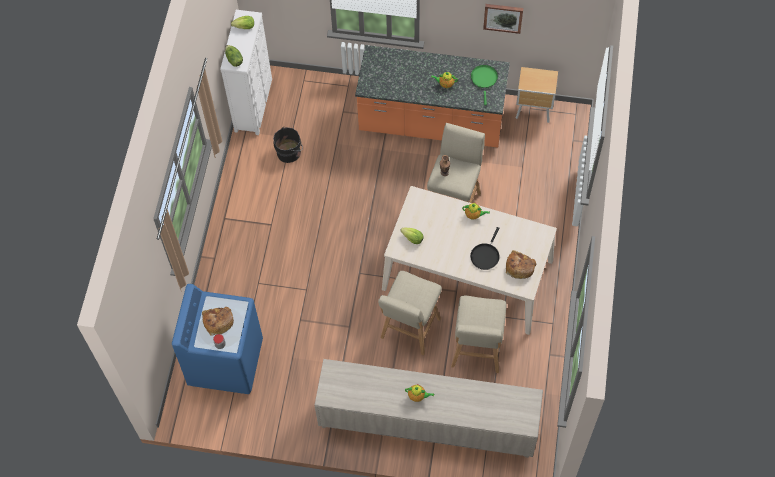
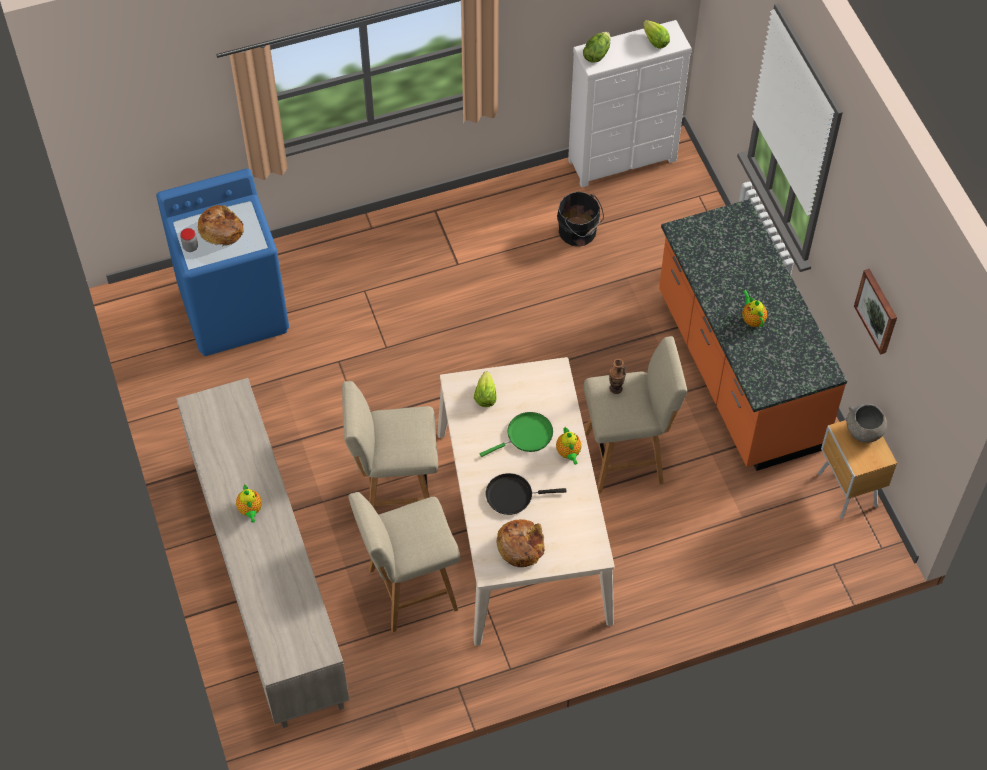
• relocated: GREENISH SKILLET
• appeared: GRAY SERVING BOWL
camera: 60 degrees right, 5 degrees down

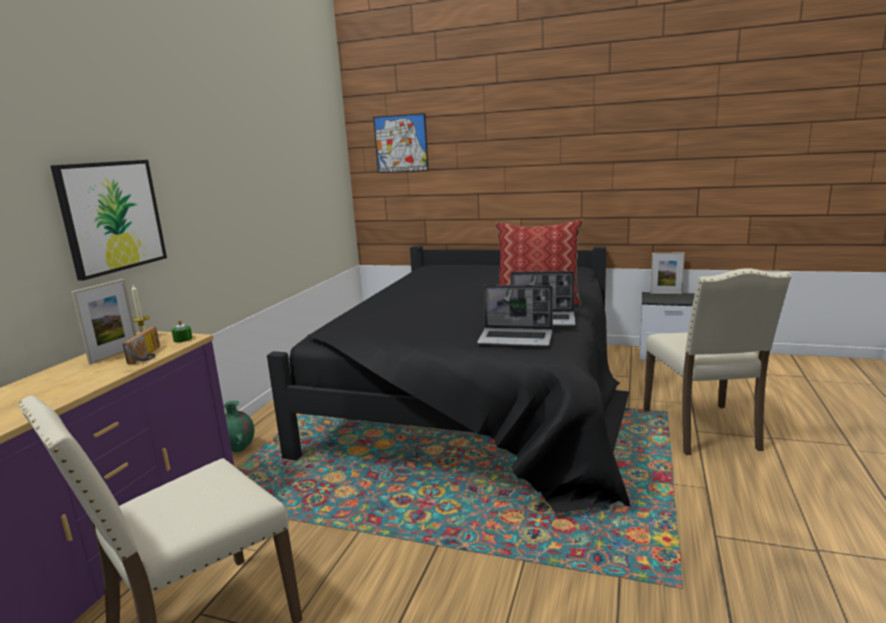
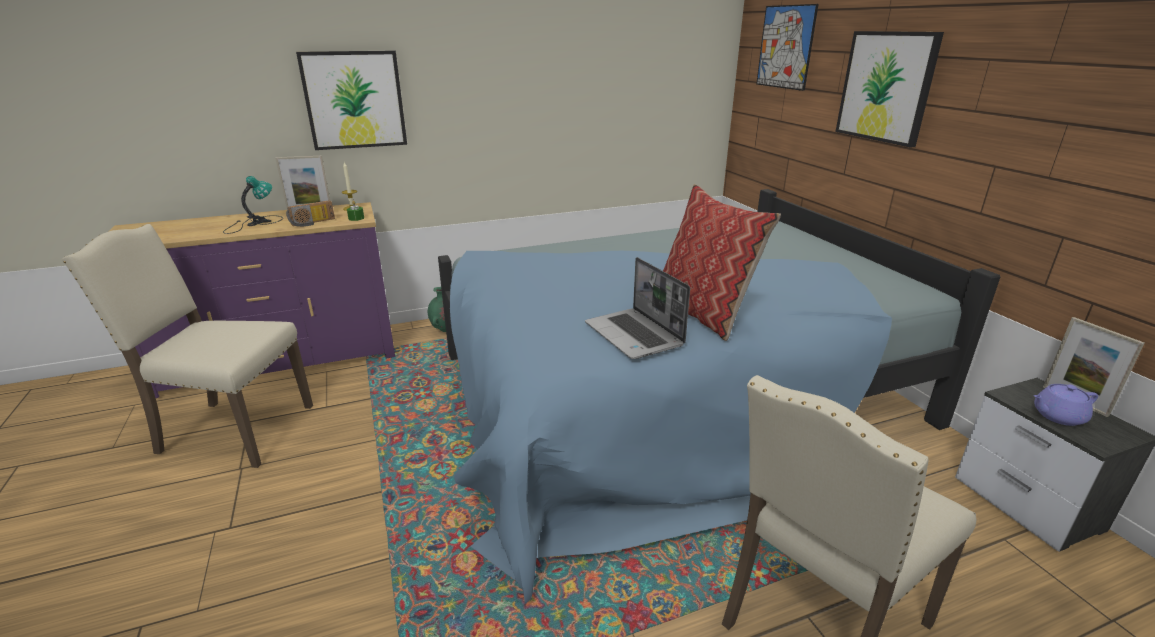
• appeared: TABLE LAMP
• colour: BLACK BED to BLUE-COLOURED BED
• appeared: WALL ART (no. 3 from left)
• appeared: PURPLISH POT FOR TEA
• missing: NOTEBOOK COMPUTER (no. 1 from left)
camera: 50 degrees right, 10 degrees up

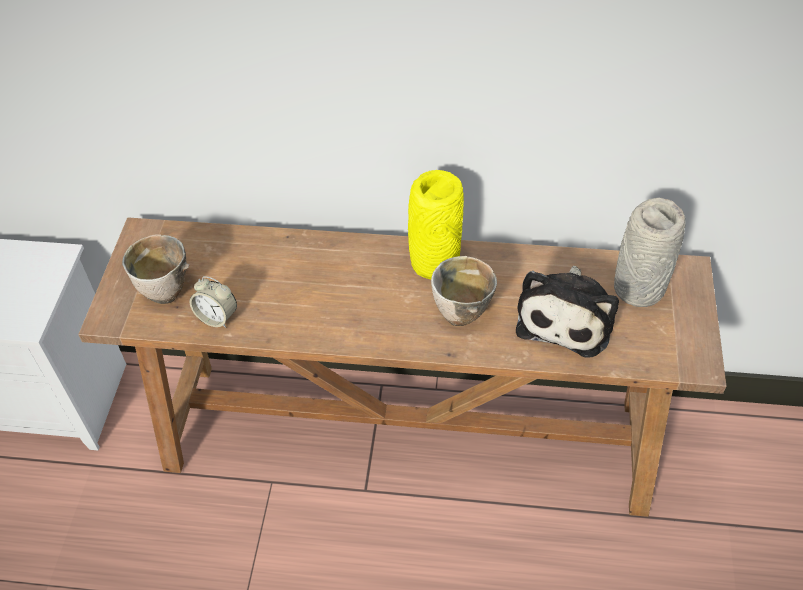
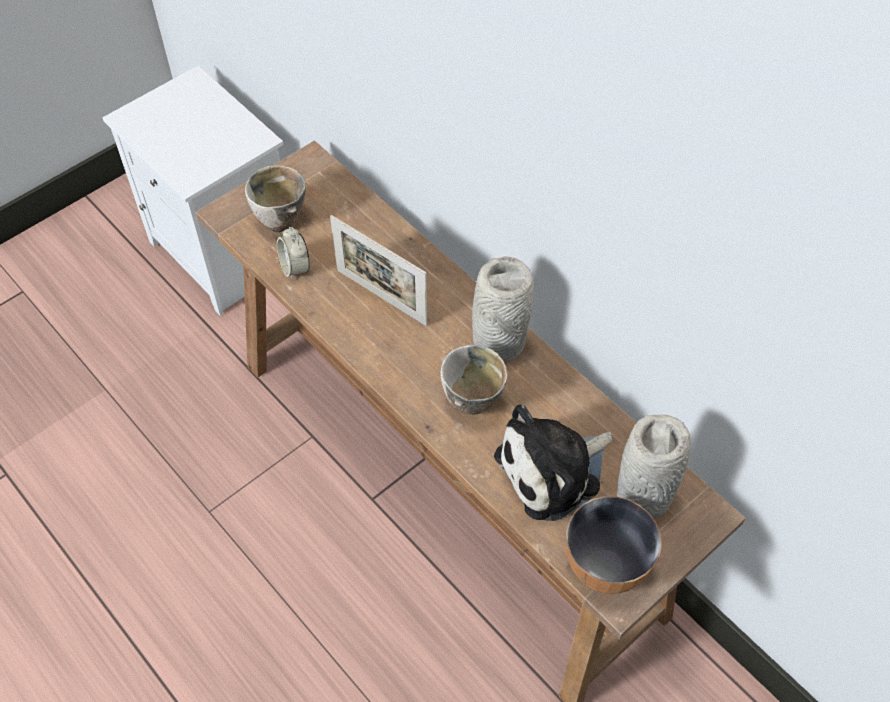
• appeared: PHOTO FRAME
• colour: YELLOW FLOWER VASE to GRAY FLOWER VASE (no. 1 from left)
• appeared: SERVING BOWL (no. 3 from left)
camera: 40 degrees right, 5 degrees up

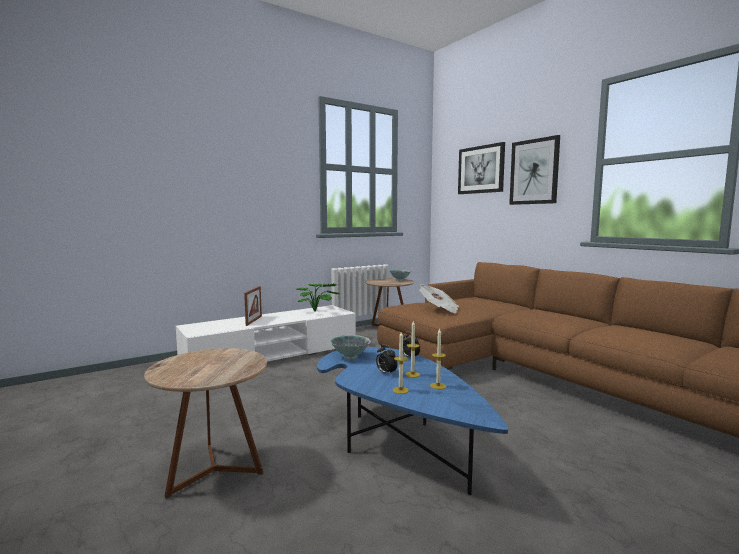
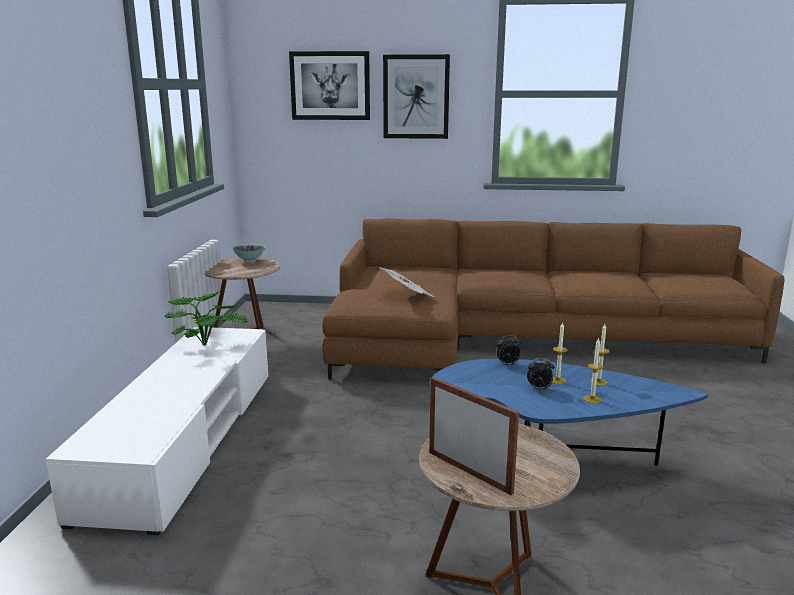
• relocated: PHOTO FRAME
• missing: SERVING BOWL (no. 1 from left)
camera: 50 degrees left, 10 degrees up

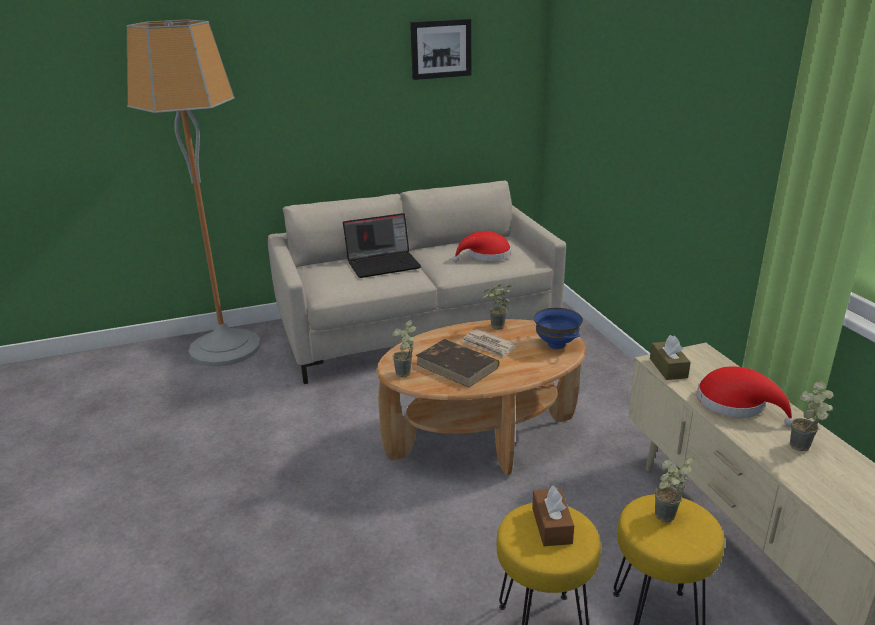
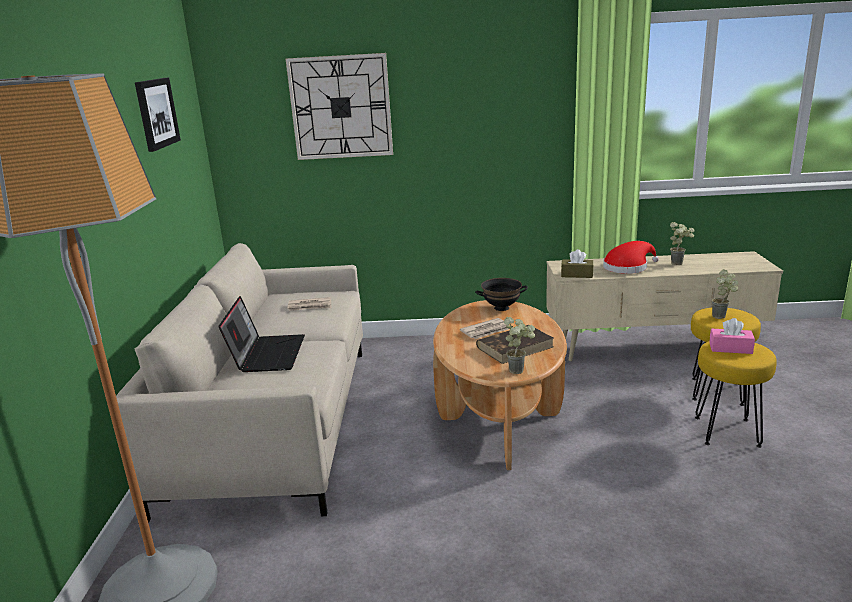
• appeared: CLOCK ON THE WALL
• exchanged: RED CLOTHING HAT (no. 1 from left) to NEWSPAPER (no. 1 from left)
• colour: BLUE-COLOURED SERVING BOWL to BLACK SERVING BOWL
• colour: BROWN-COLOURED TISSUE HOLDER (no. 1 from left) to PINK TISSUE HOLDER
• missing: HOUSEPLANT (no. 2 from left)
camera: 70 degrees left, 5 degrees down

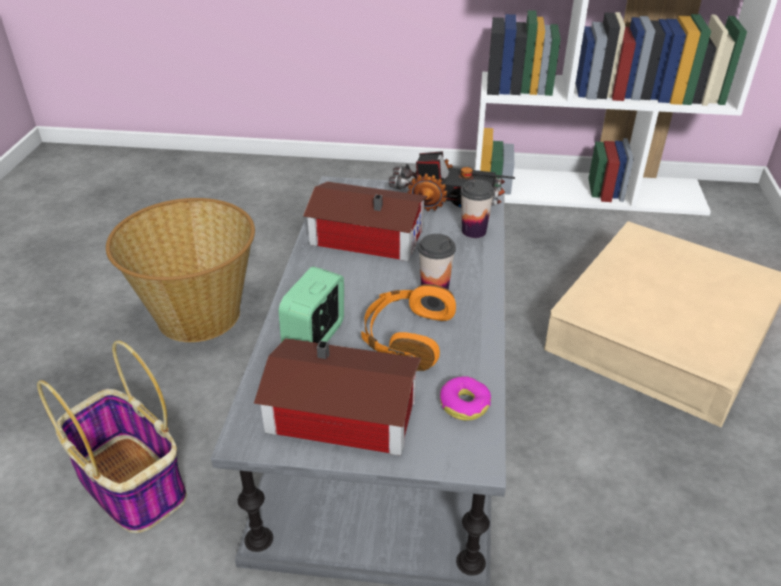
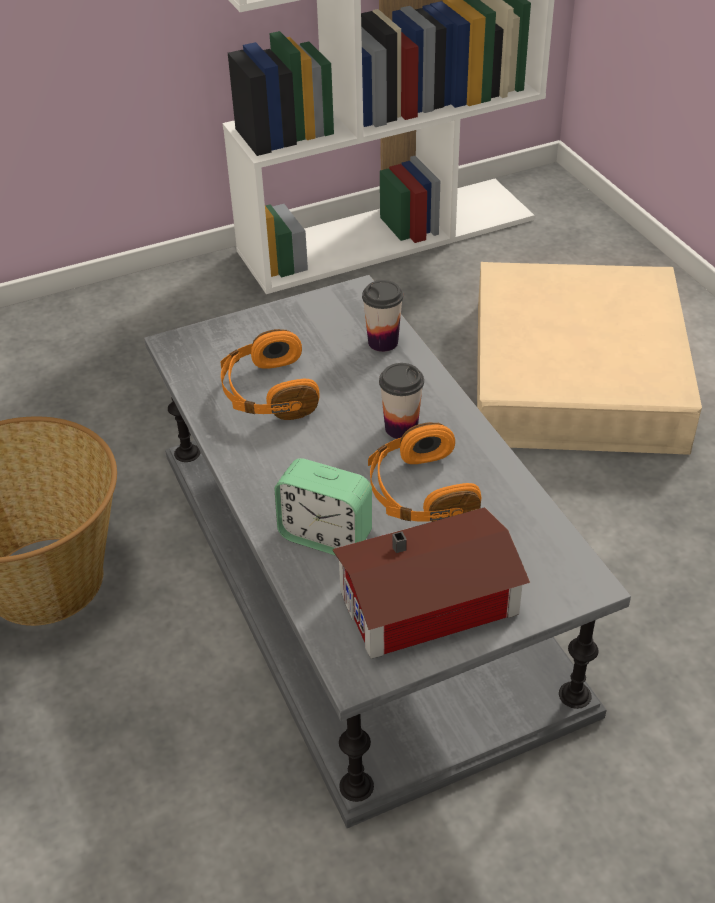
• exchanged: MINIATURE HOUSE (no. 2 from left) to ORANGEY PAIR OF HEADPHONES (no. 1 from left)
• spun: BEDSIDE CLOCK 60 degrees counterclockwise
• missing: BASKET (no. 1 from left)
• missing: MODEL TRUCK
• missing: RING DOUGHNUT
camera: 30 degrees left, 5 degrees up

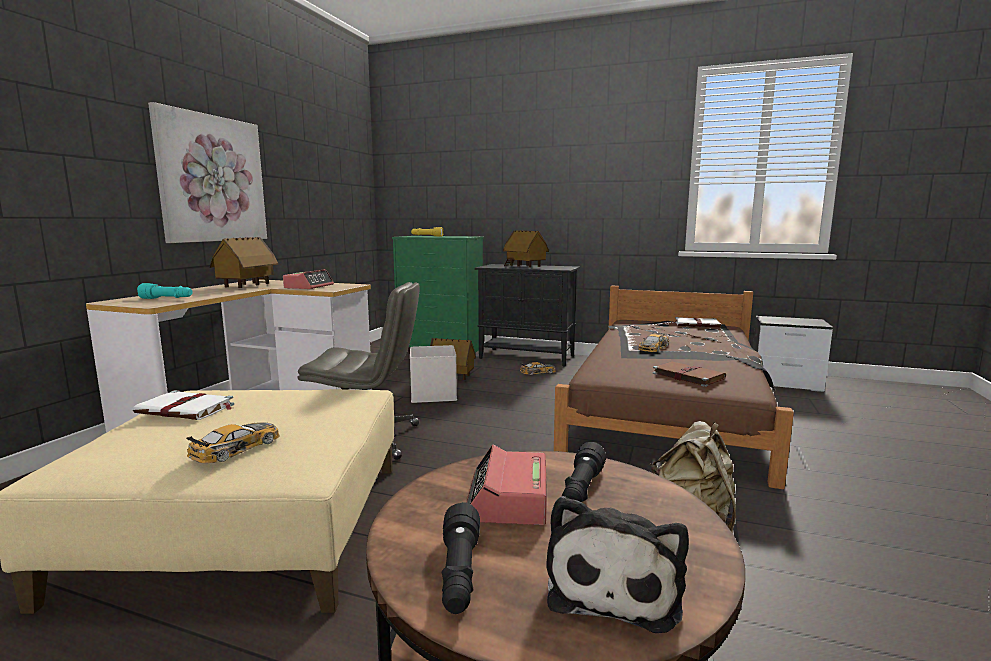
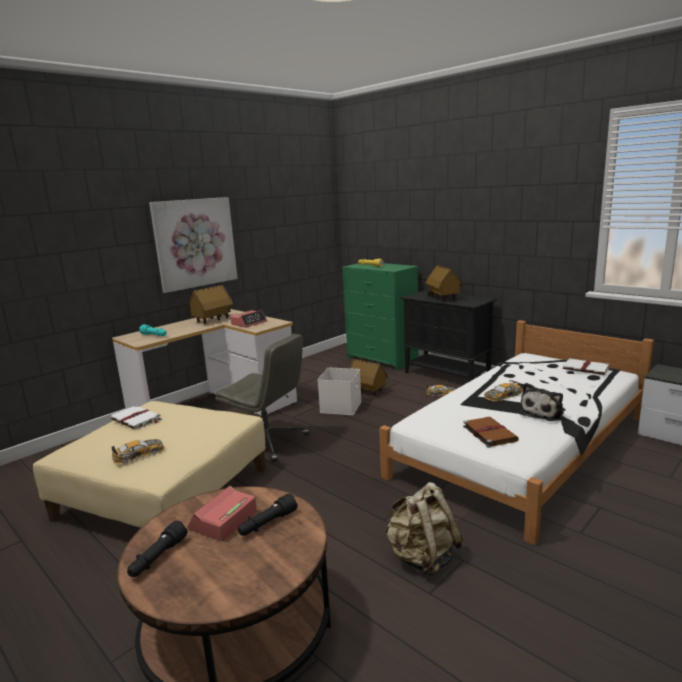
• colour: BROWN-COLOURED BED to WHITISH BED
• relocated: SOFT TOY
camera: 25 degrees right, 5 degrees up

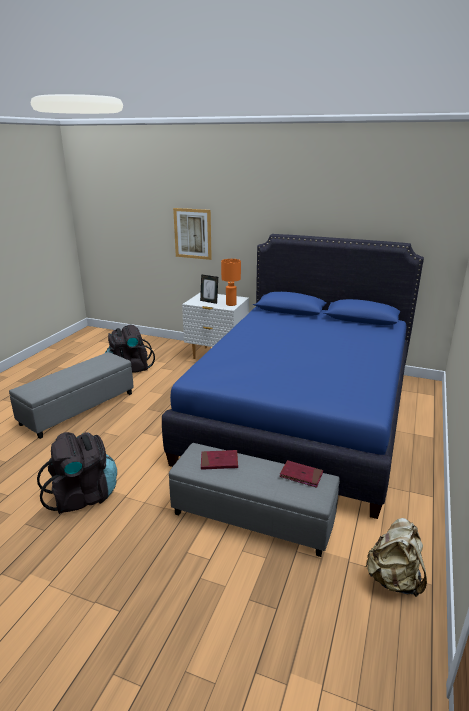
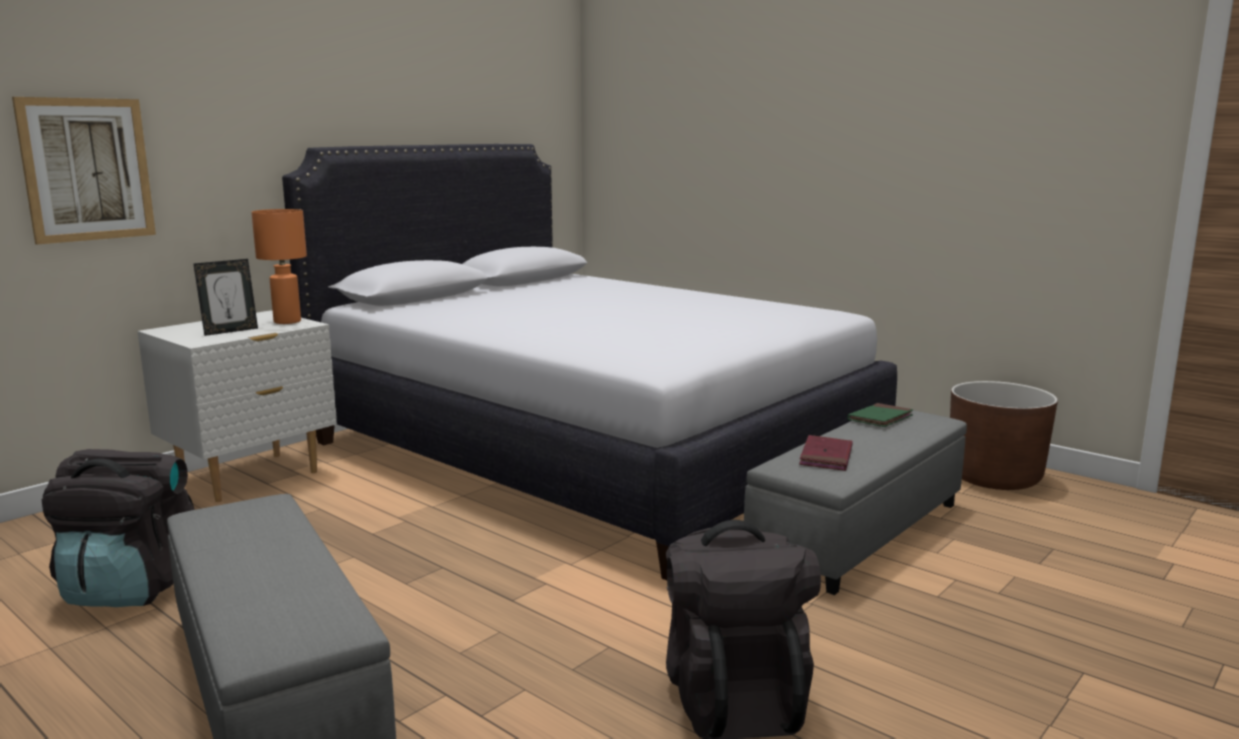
• colour: BLUE-COLOURED BED to WHITISH BED
• colour: RED VOLUME (no. 2 from left) to GREENISH VOLUME
• exchanged: BEIGE-COLOURED RUCKSACK to BROWN-COLOURED PLANTER
camera: 70 degrees left, 10 degrees down

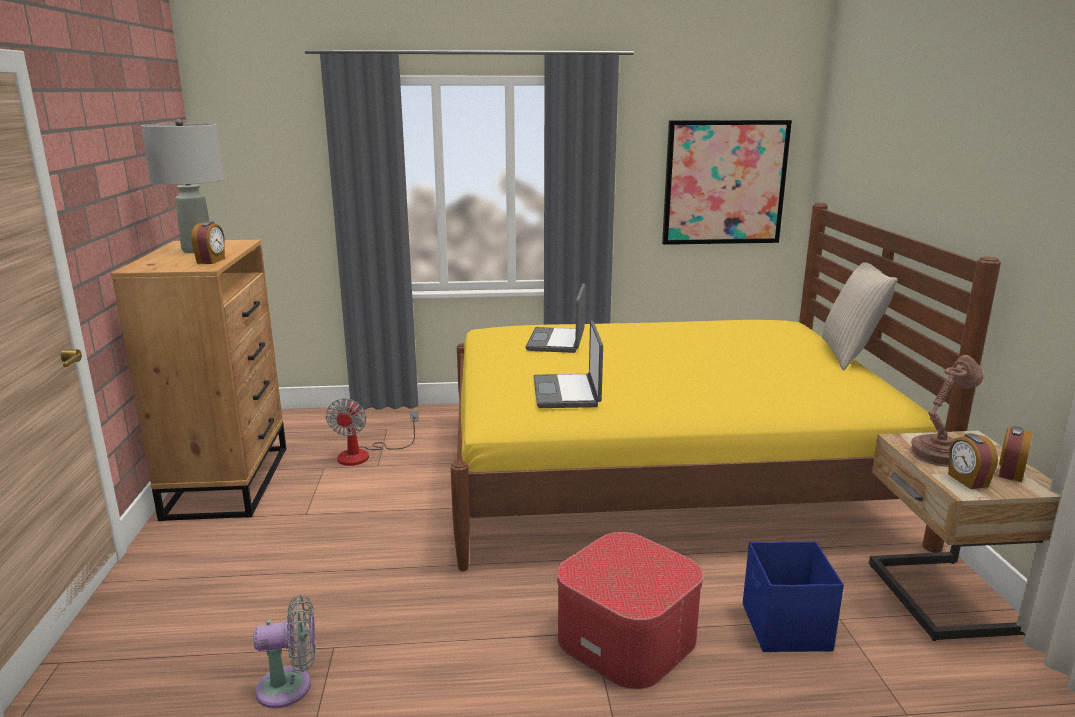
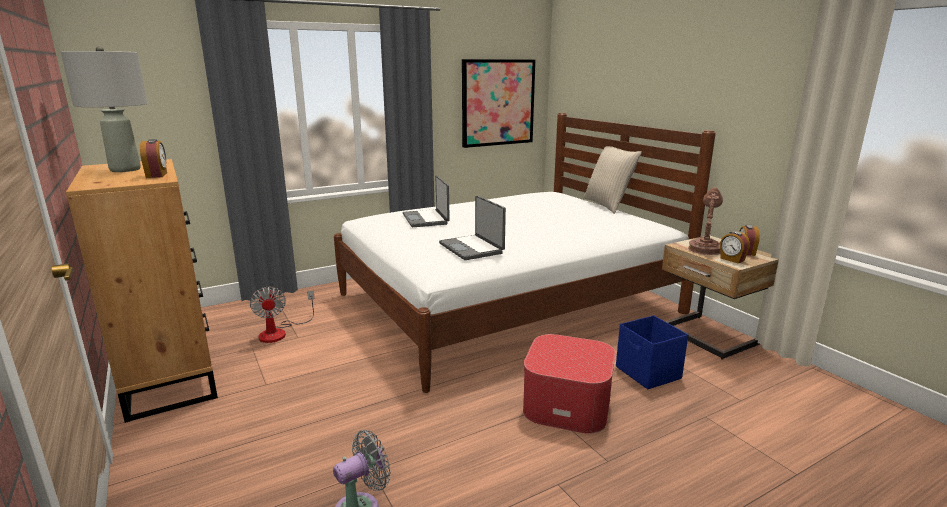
• colour: YELLOW BED to WHITISH BED
camera: 25 degrees left, 0 degrees up

